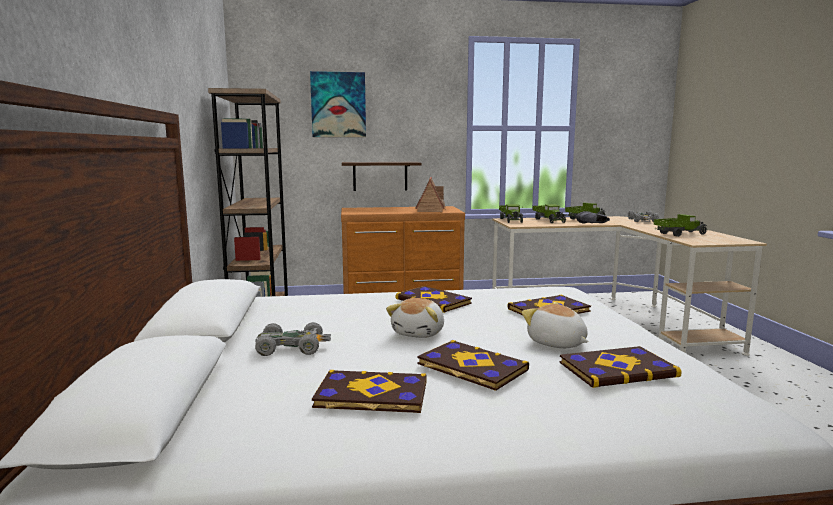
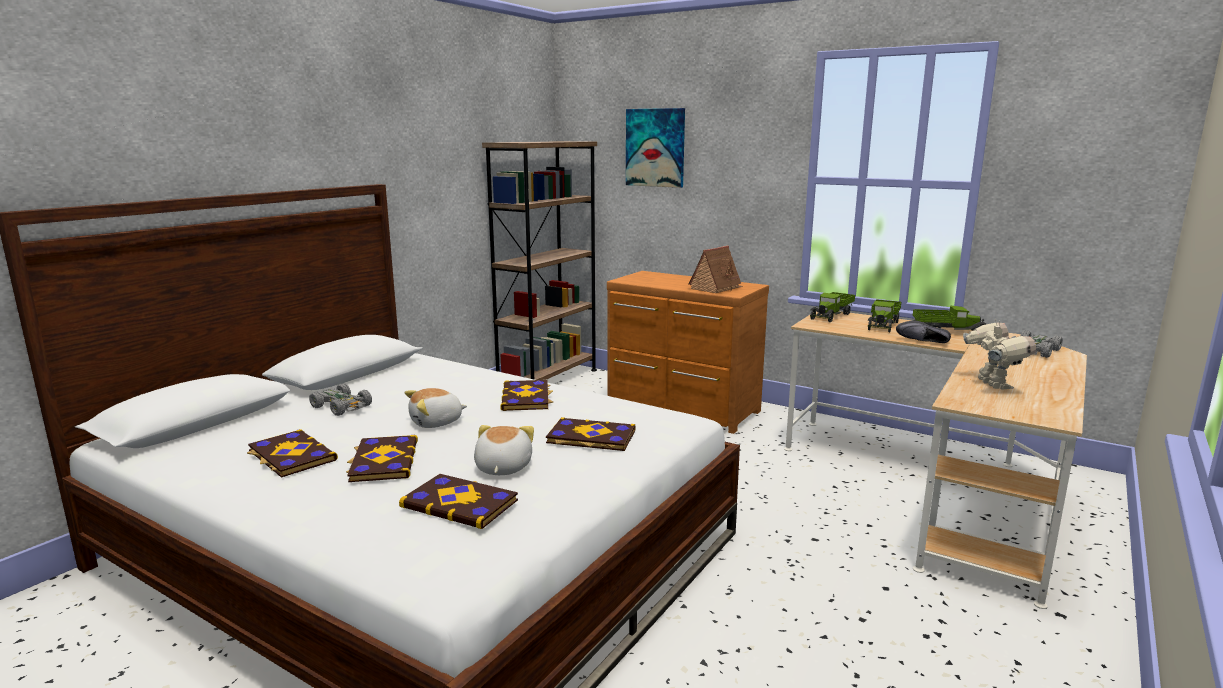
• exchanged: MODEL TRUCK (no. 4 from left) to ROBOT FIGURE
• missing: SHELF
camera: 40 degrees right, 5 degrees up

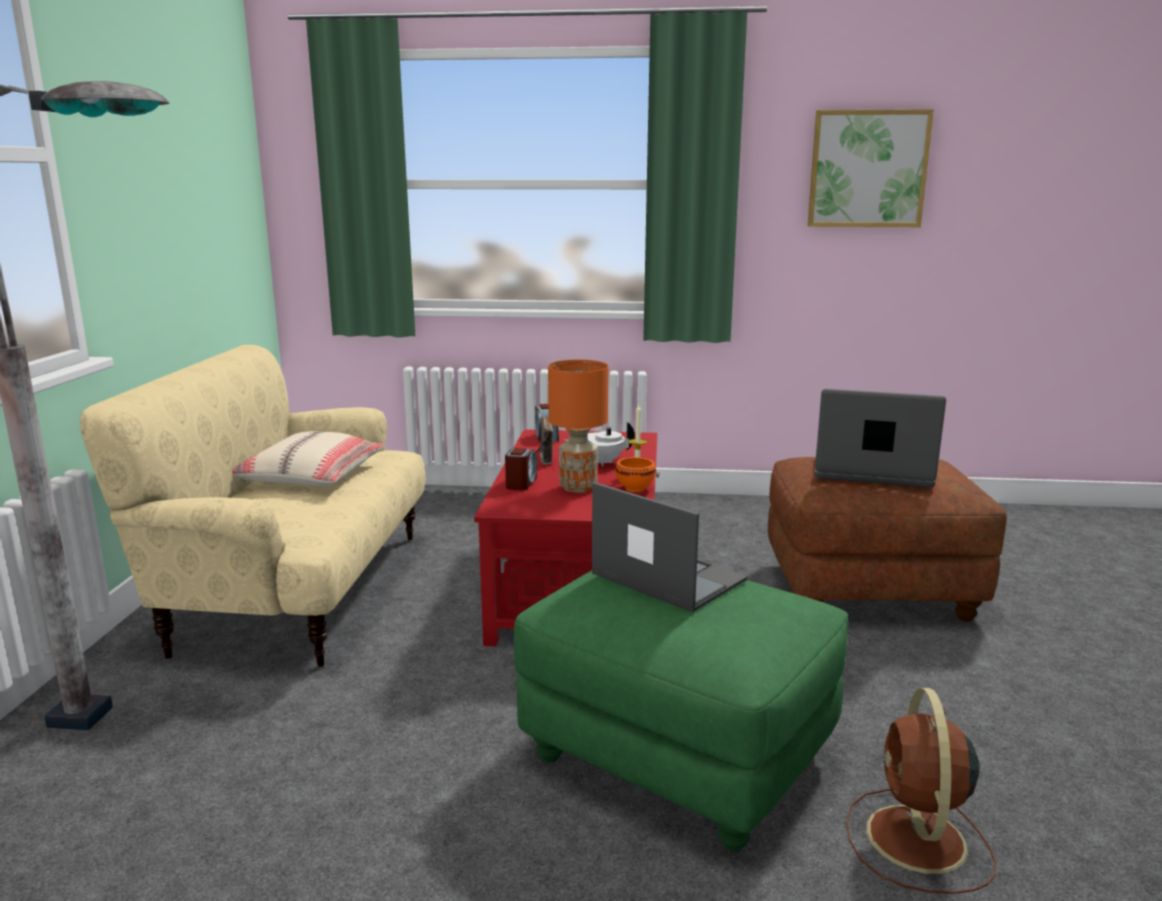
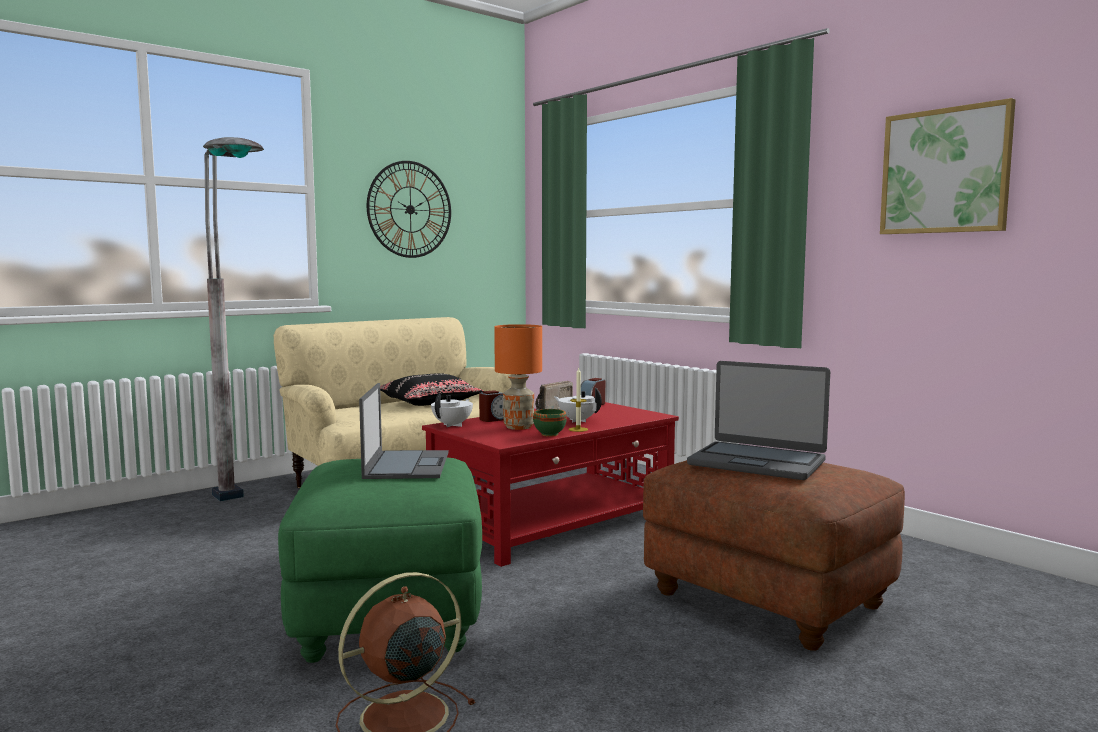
• appeared: CLOCK ON THE WALL
• colour: BEIGE-COLOURED THROW PILLOW to BLACK THROW PILLOW
• appeared: WHITISH POT FOR TEA (no. 1 from left)
• colour: ORANGEY SERVING BOWL to GREENISH SERVING BOWL
• spun: NOTEBOOK COMPUTER (no. 2 from left) 150 degrees clockwise
camera: 45 degrees right, 10 degrees down

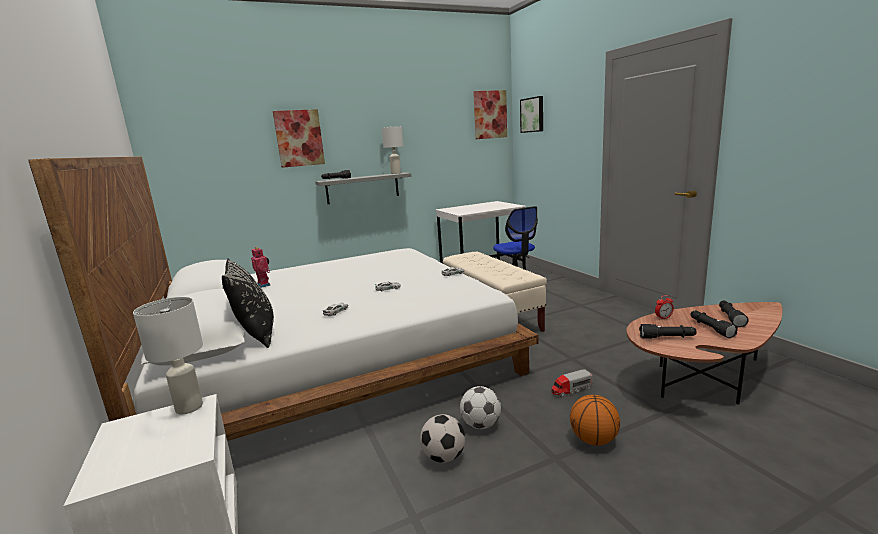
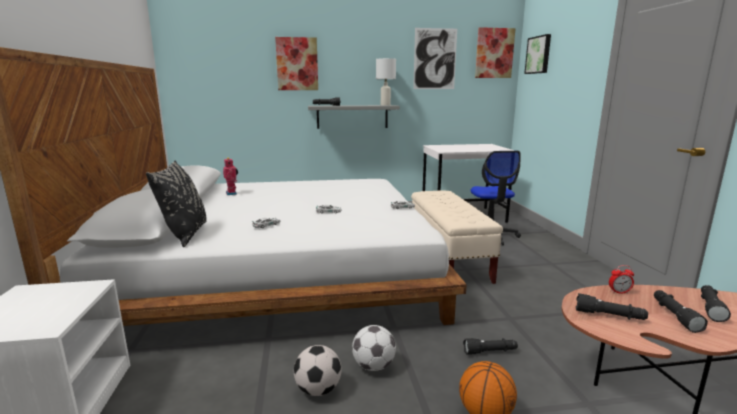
• appeared: WALL ART (no. 2 from left)
• exchanged: MODEL TRUCK to BLACK HAND TORCH (no. 2 from left)
• missing: WHITISH TABLE LAMP (no. 1 from left)
camera: 15 degrees right, 0 degrees up

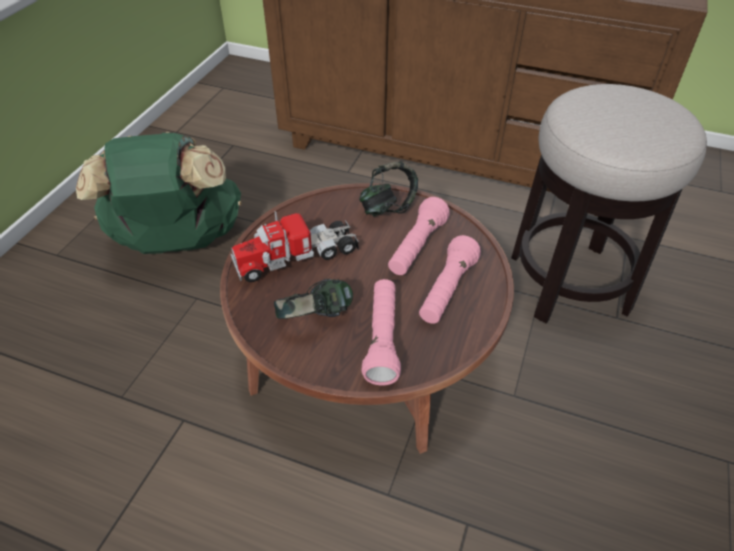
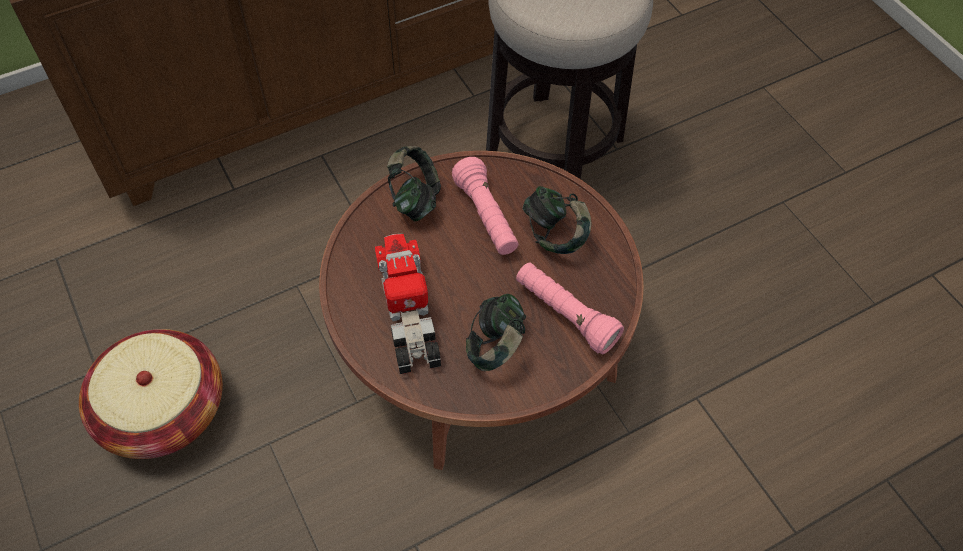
• exchanged: GREENISH RUCKSACK to BASKET
• spun: MODEL TRUCK 150 degrees clockwise
• exchanged: PINK HAND TORCH (no. 3 from left) to PAIR OF HEADPHONES (no. 3 from left)
camera: 50 degrees left, 10 degrees up

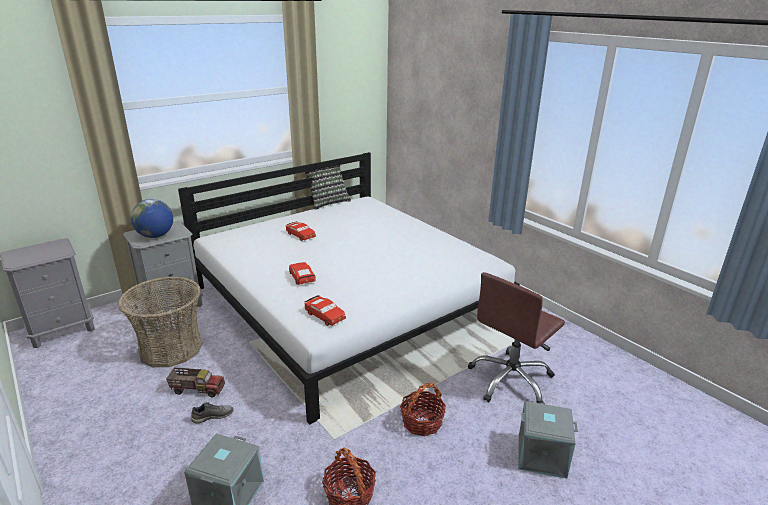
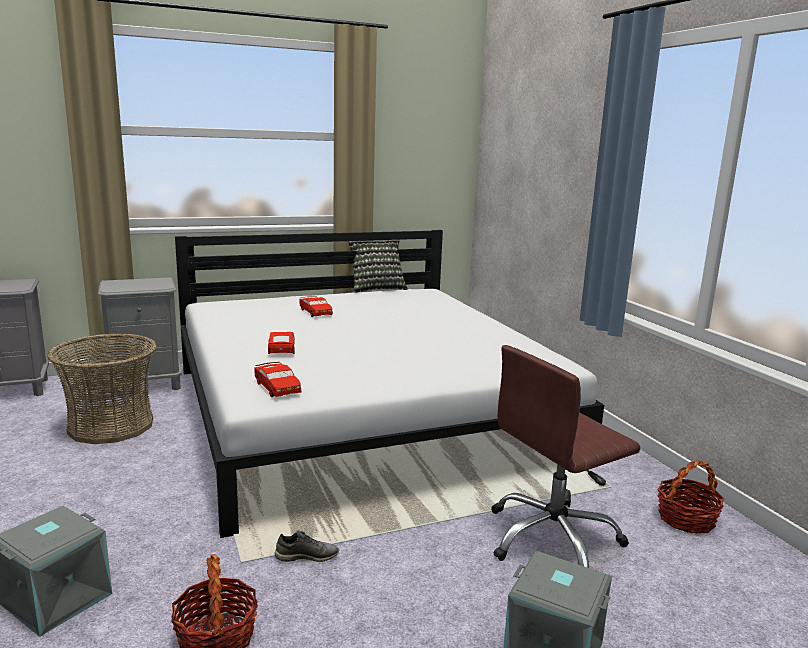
• relocated: GRAY LOW SHOE
• relocated: BASKET (no. 3 from left)
• missing: DESK GLOBE
• missing: MODEL TRUCK
camera: 15 degrees right, 10 degrees down

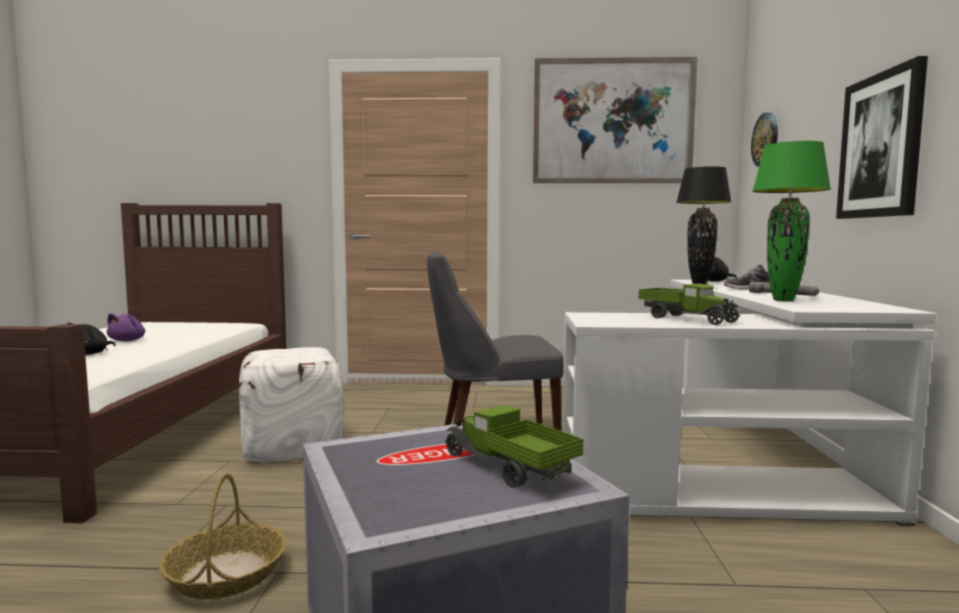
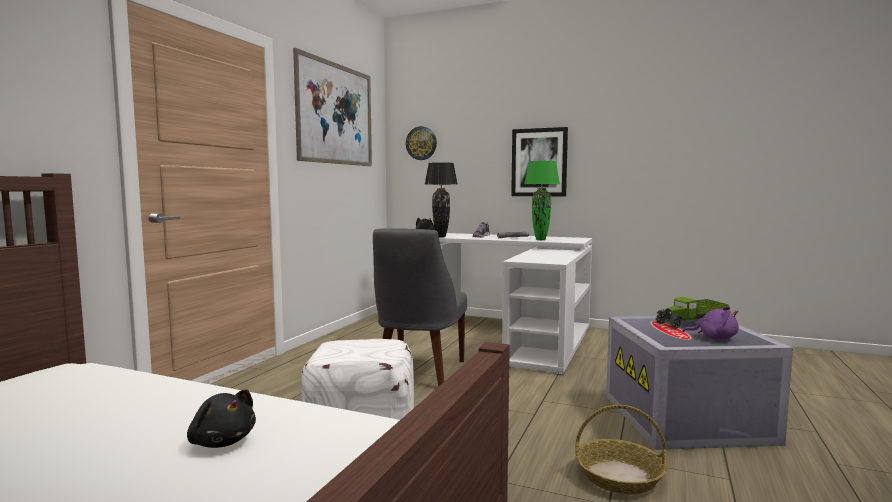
• relocated: PURPLISH SOFT TOY
• missing: MODEL TRUCK (no. 2 from left)
camera: 70 degrees left, 0 degrees up

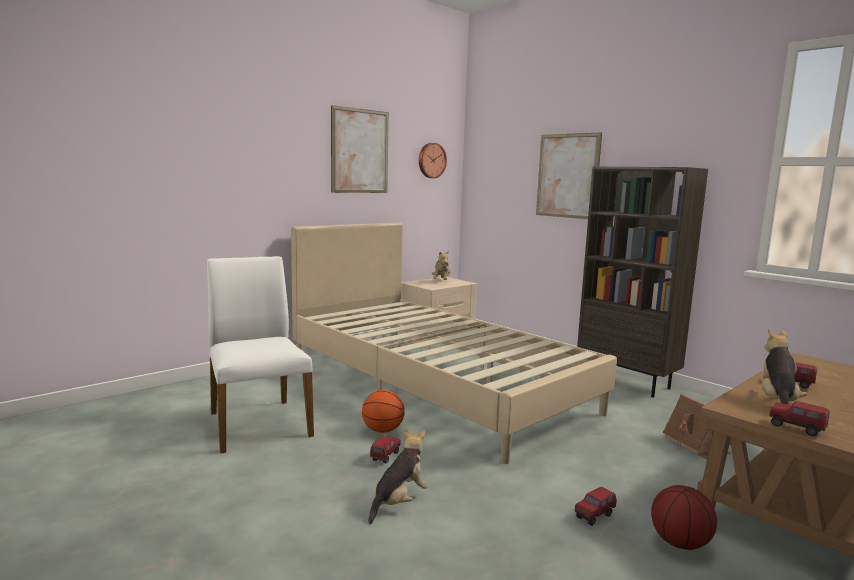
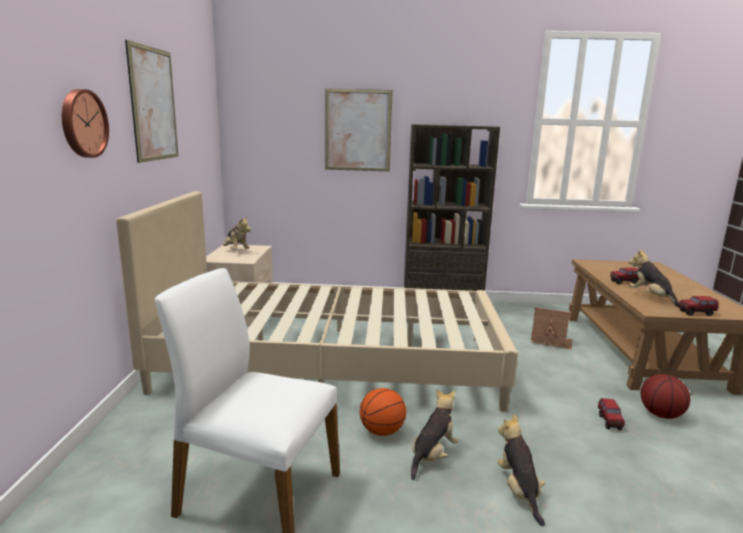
• relocated: CLOCK ON THE WALL
• exchanged: MODEL TRUCK (no. 1 from left) to SOFT TOY (no. 2 from left)
camera: 45 degrees left, 5 degrees up

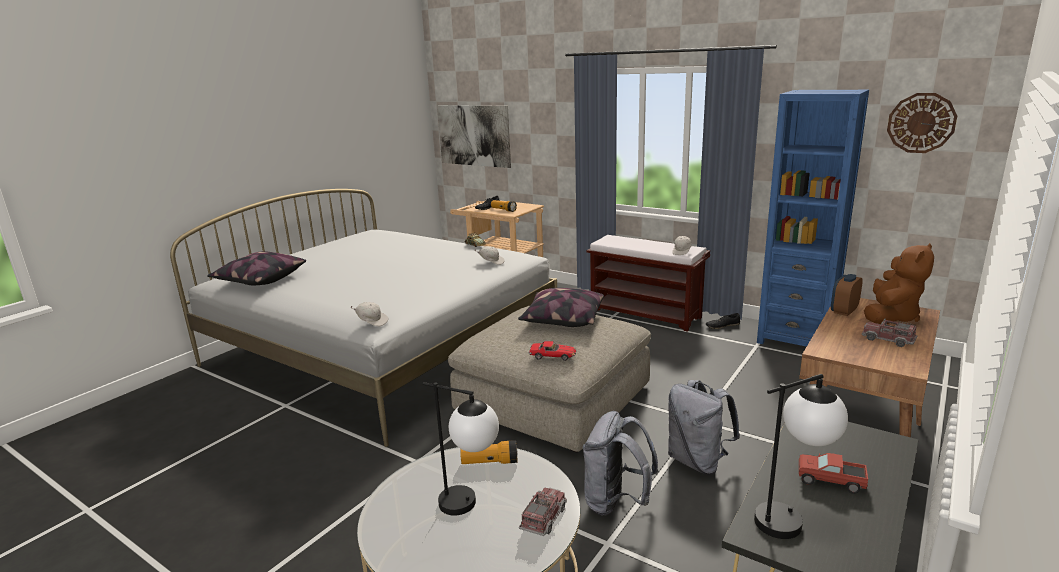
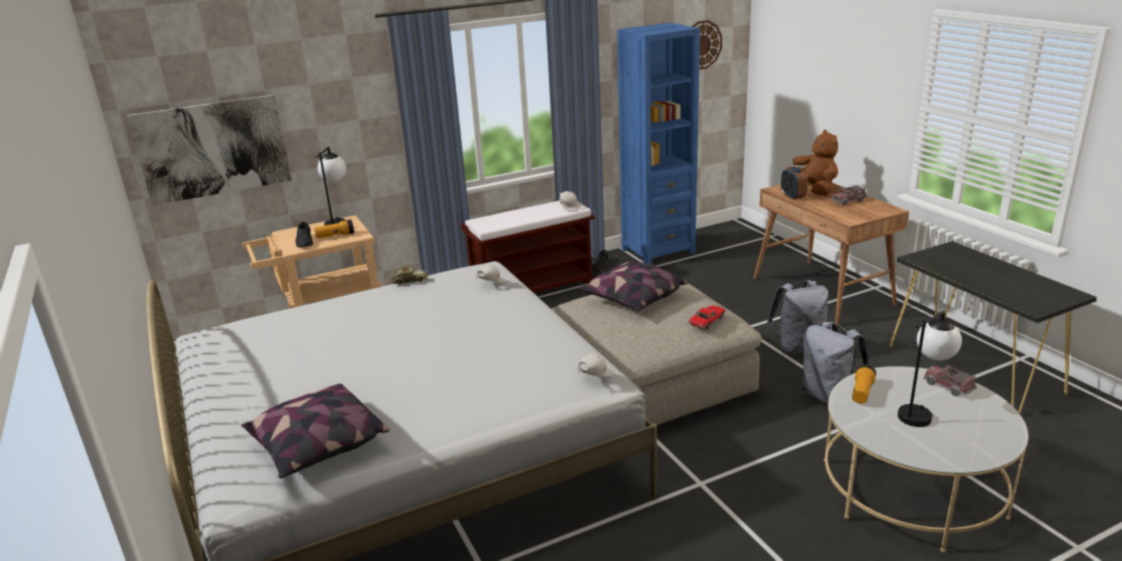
• relocated: TABLE LAMP (no. 2 from left in the first image) to TABLE LAMP (no. 1 from left)
• missing: MODEL TRUCK (no. 2 from left)
camera: 60 degrees left, 5 degrees up

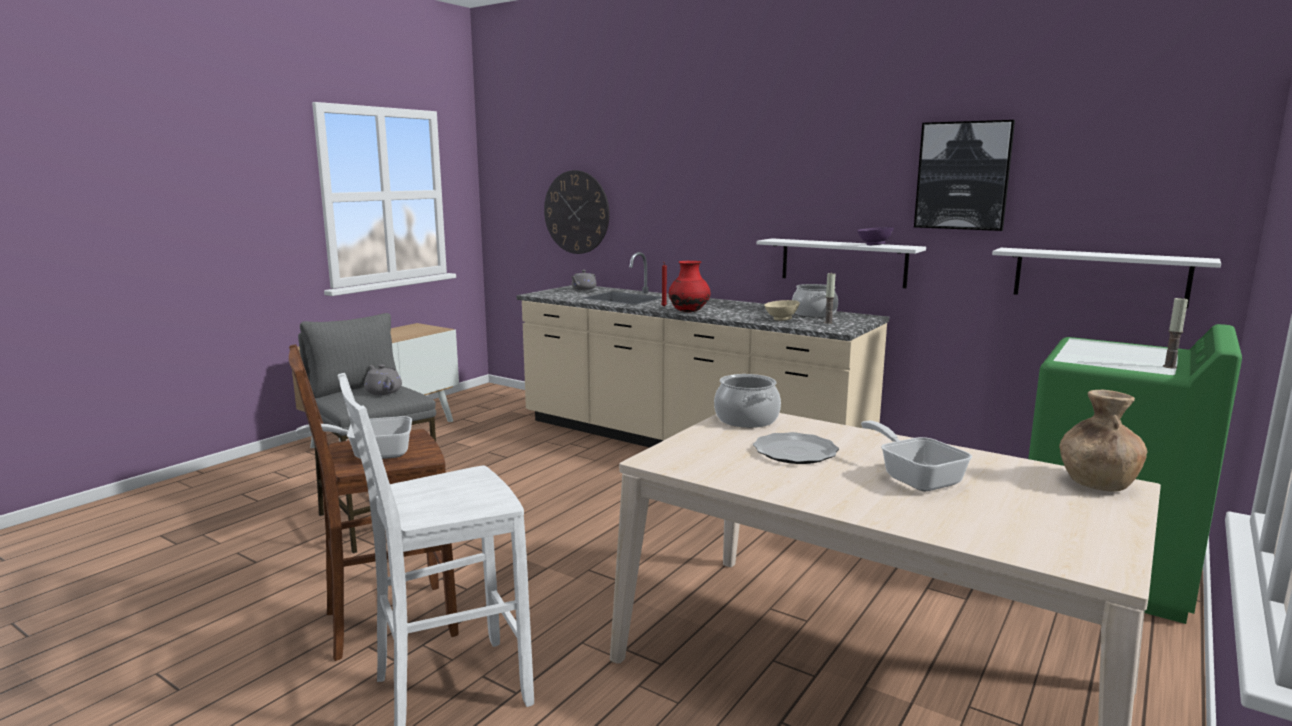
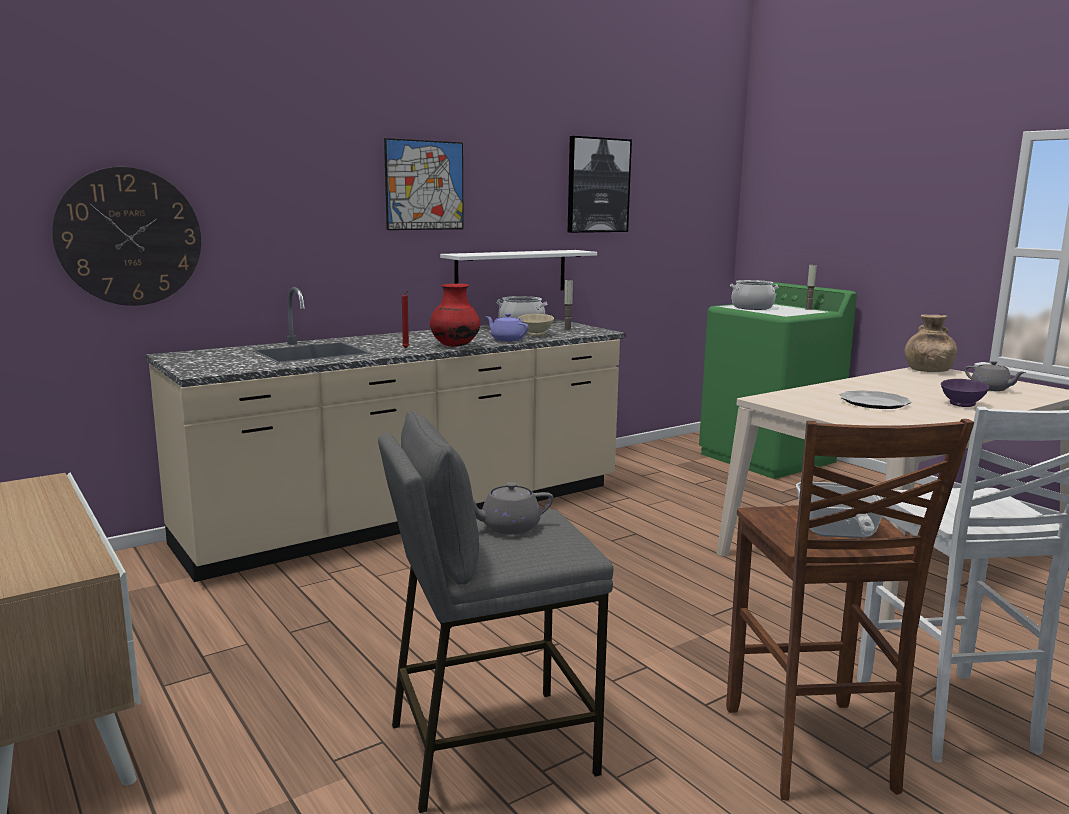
• appeared: WALL ART (no. 1 from left)
• appeared: PURPLISH POT FOR TEA
• relocated: COOKING POT (no. 1 from left in the first image) to COOKING POT (no. 2 from left)
• relocated: PURPLISH SERVING BOWL
• relocated: GRAY POT FOR TEA (no. 2 from left)
• missing: SKILLET (no. 2 from left)
• missing: WHITISH SHELF (no. 2 from left)
camera: 70 degrees left, 0 degrees up

